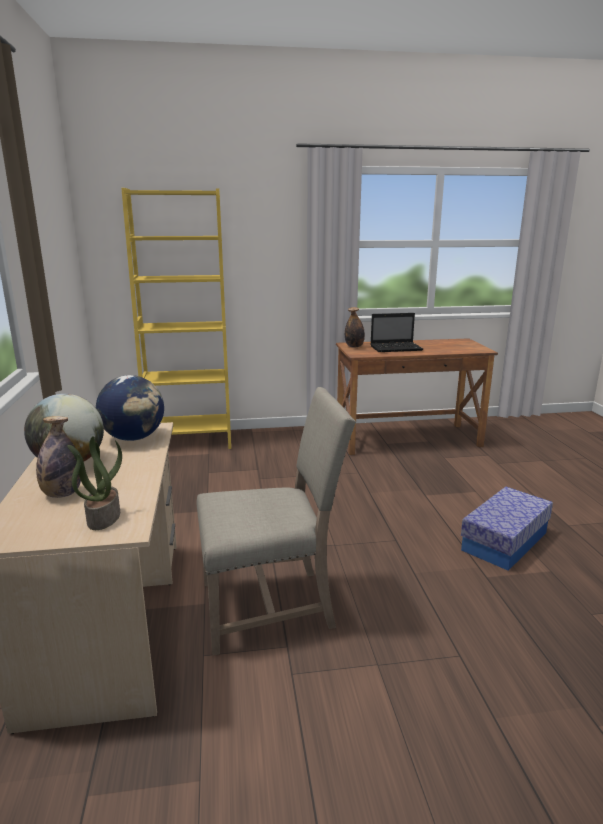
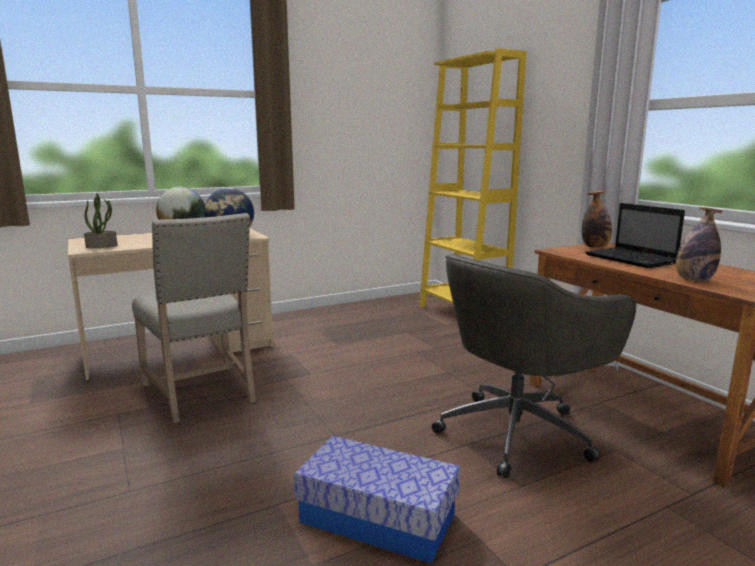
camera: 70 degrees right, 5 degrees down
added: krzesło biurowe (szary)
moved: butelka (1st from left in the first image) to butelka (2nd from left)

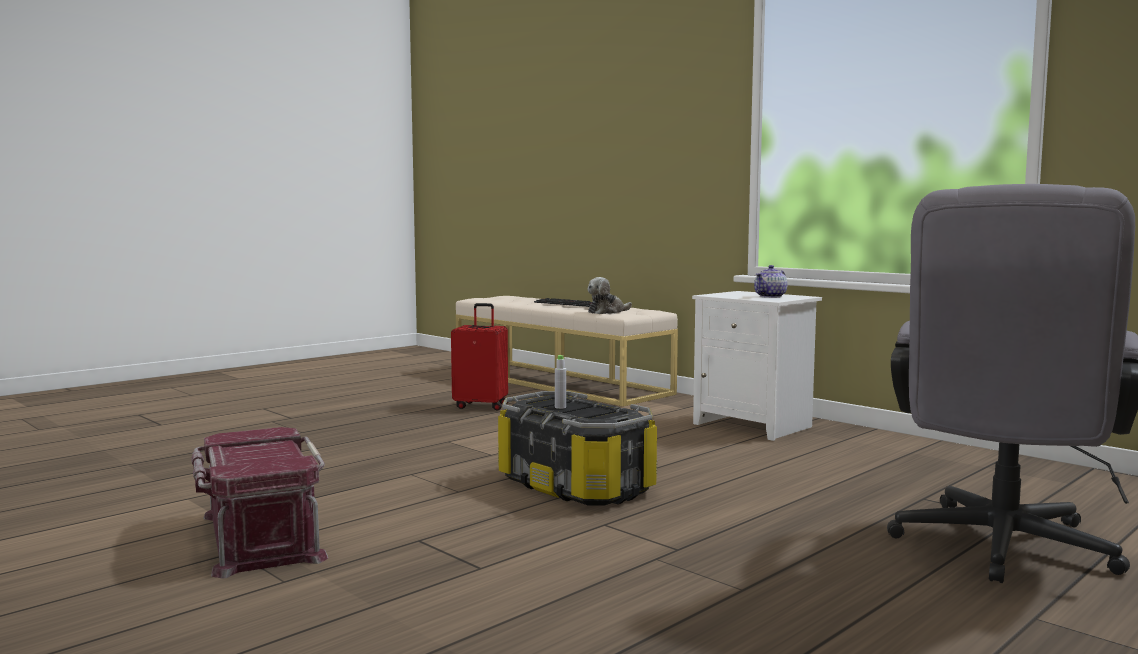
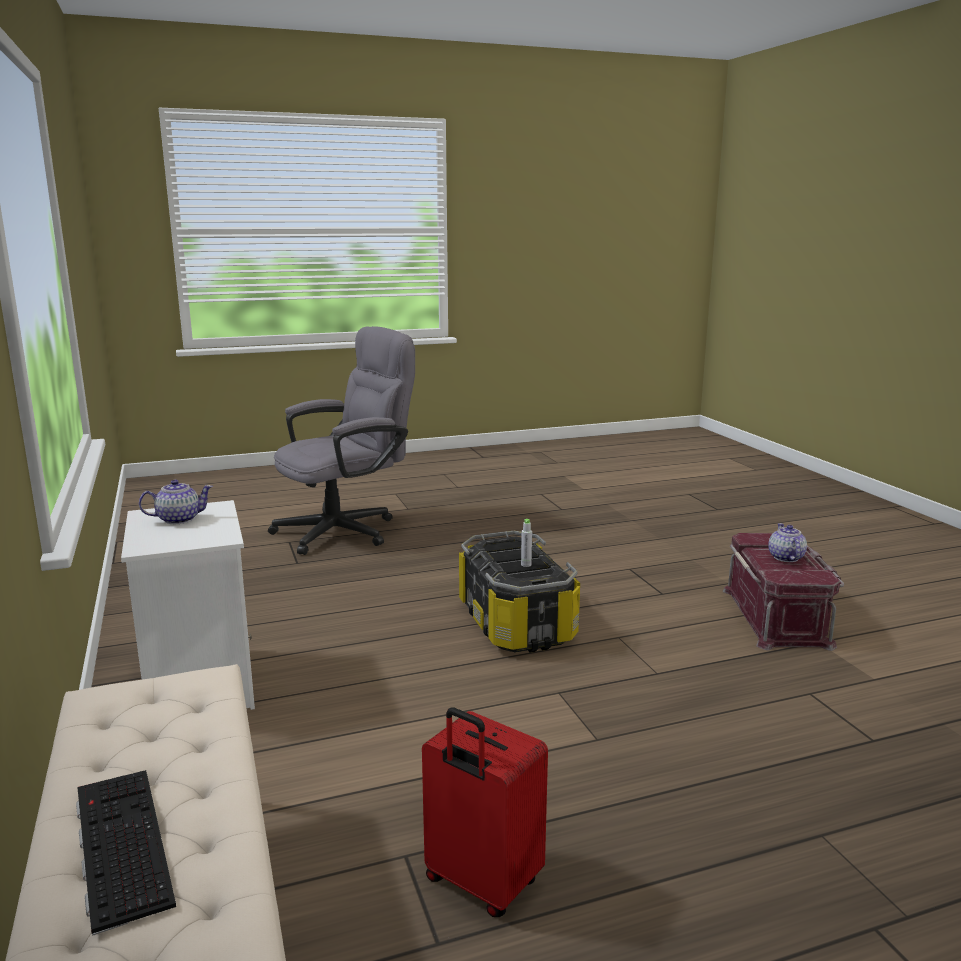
camera: 155 degrees left, 10 degrees up
removed: pluszak
added: imbryk (2nd from left)

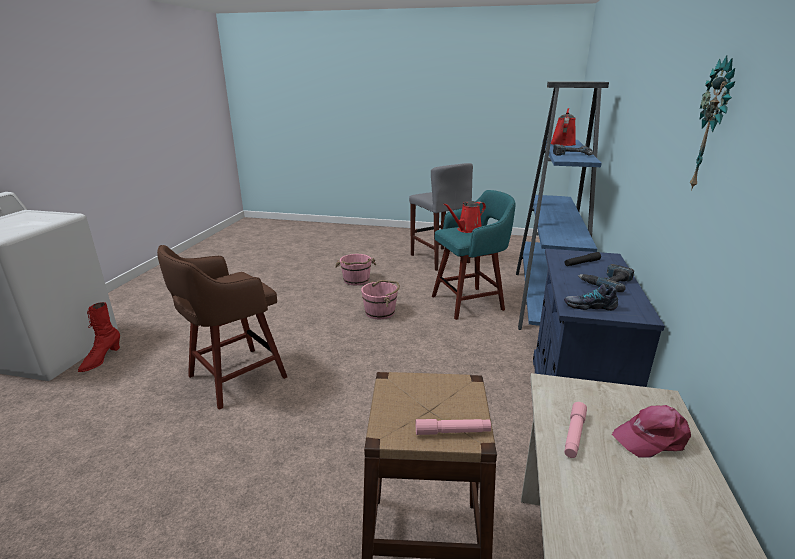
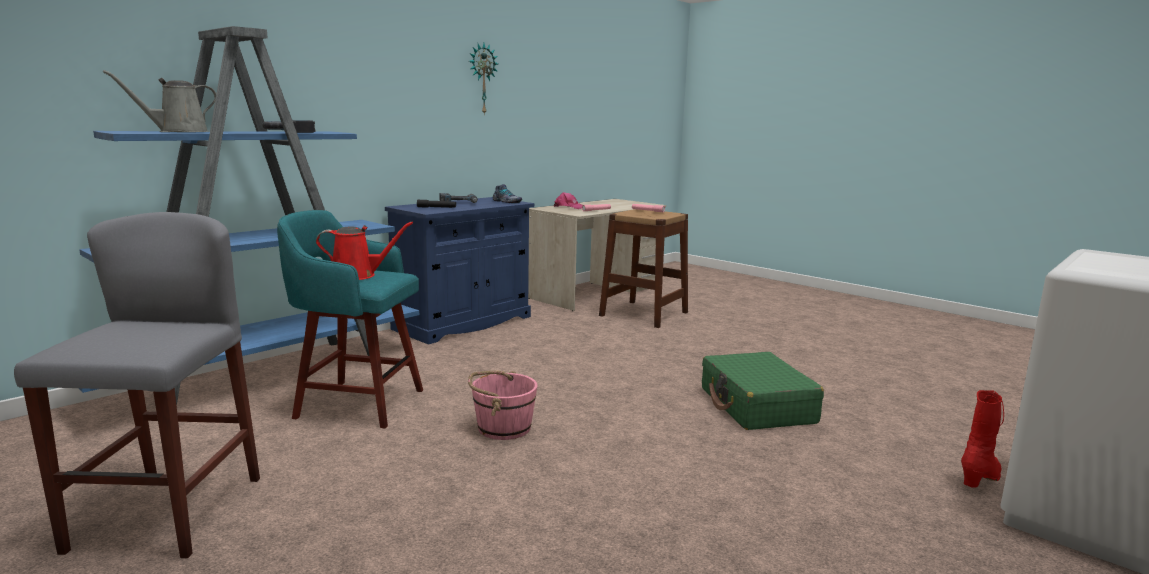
camera: 150 degrees left, 10 degrees down
removed: wiadro (różowy) (1st from left)
replaced: stołek (brązowy) (1st from left) to walizka (zielony)
recoloured: konewka (czerwony) (2nd from left) to konewka (szary)

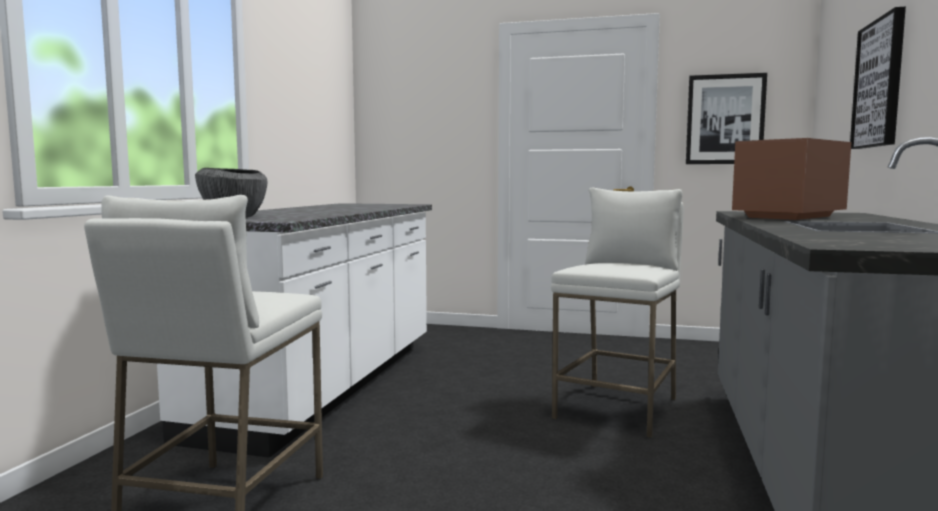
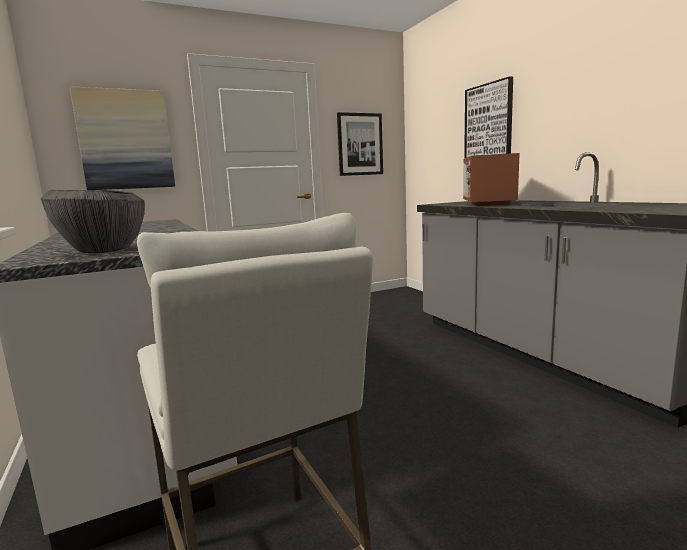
camera: 40 degrees left, 5 degrees up
removed: stołek (biały) (2nd from left)
added: obraz (1st from left)

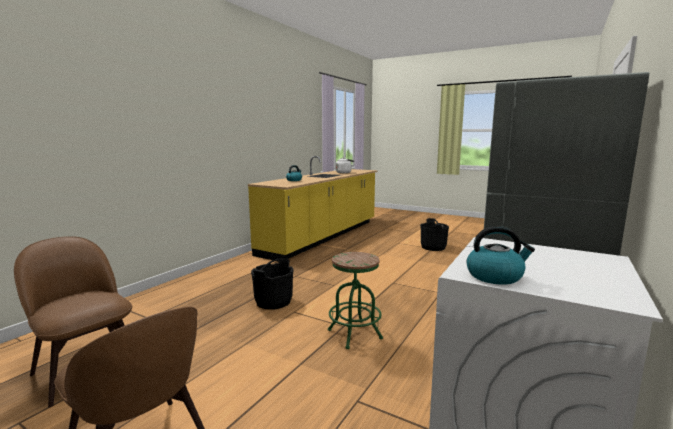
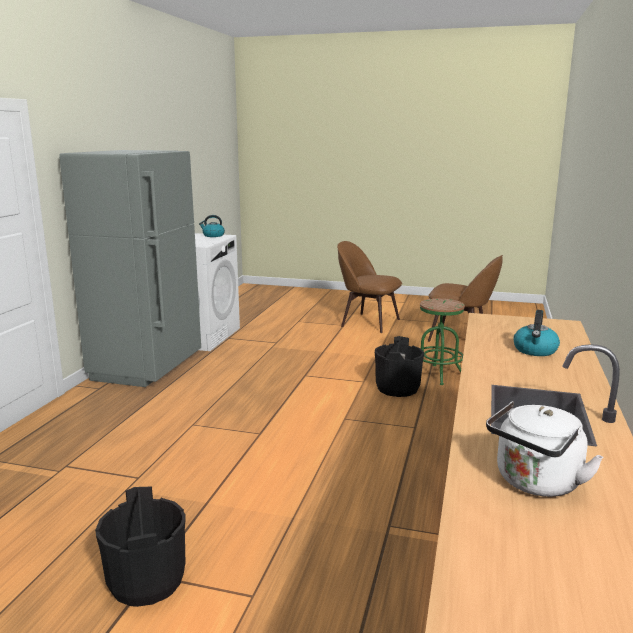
camera: 165 degrees right, 5 degrees up
moved: stołek (zielony)

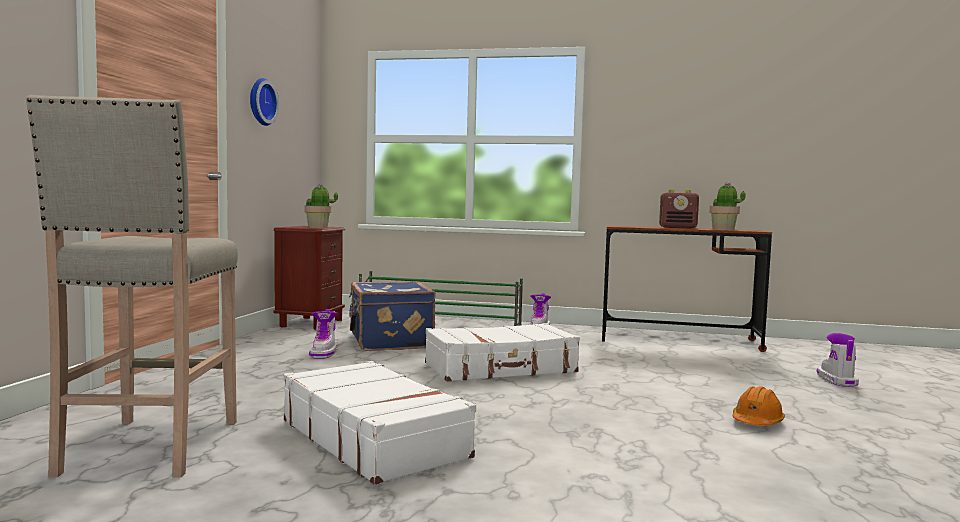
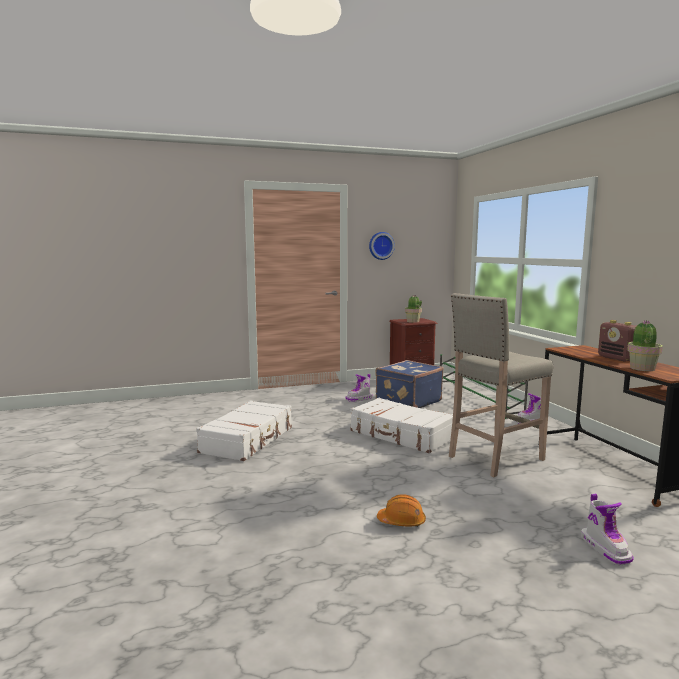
camera: 60 degrees right, 5 degrees up
moved: stołek (beżowy)
turned: but z cholewką (3rd from left) 105 degrees clockwise

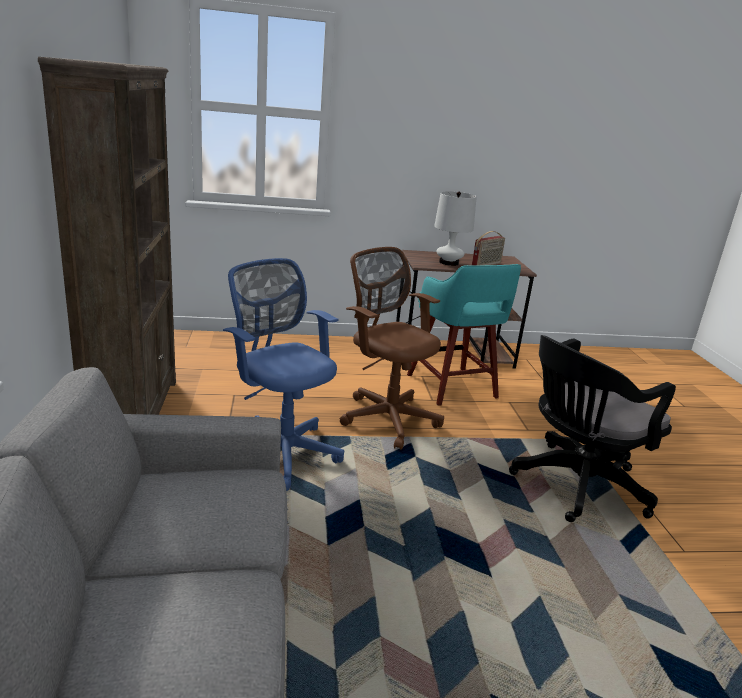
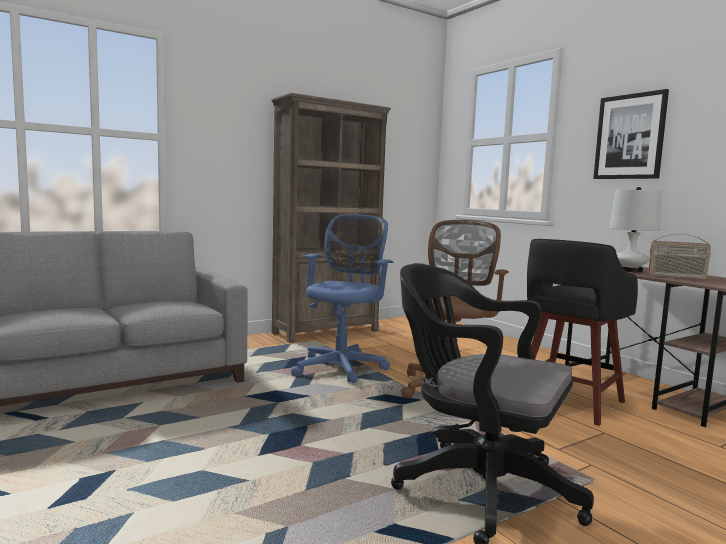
camera: 65 degrees right, 15 degrees down
added: obraz
recoloured: stołek (turkusowy) to stołek (czarny)

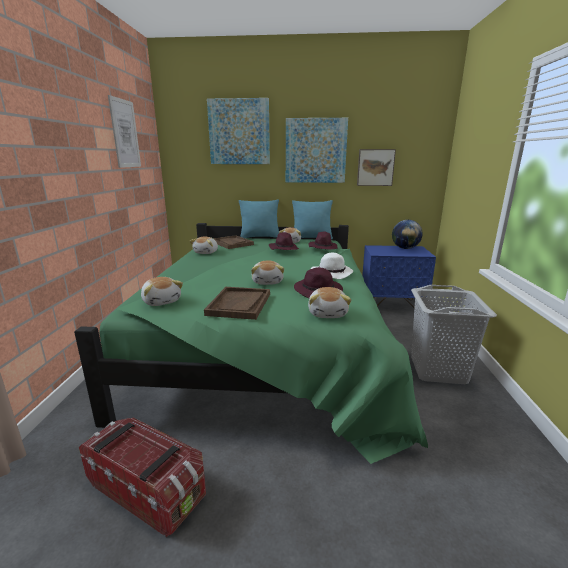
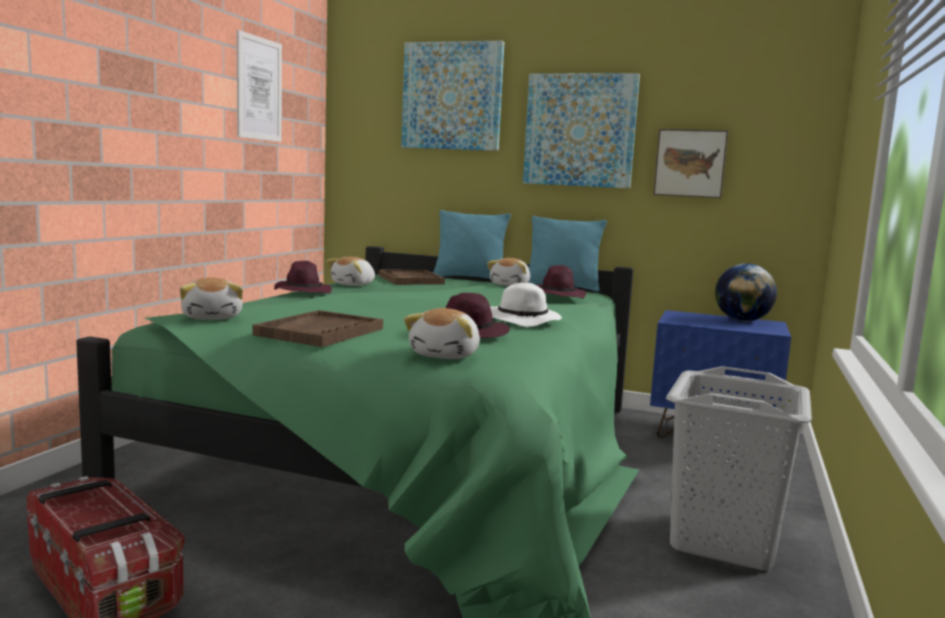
camera: 15 degrees right, 10 degrees down
removed: pluszak (3rd from left)
moved: kapelusz (fioletowy) (1st from left)

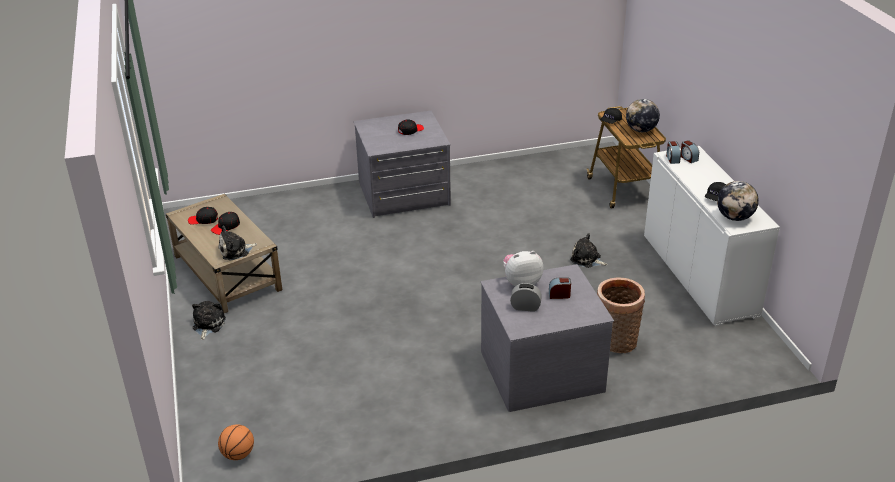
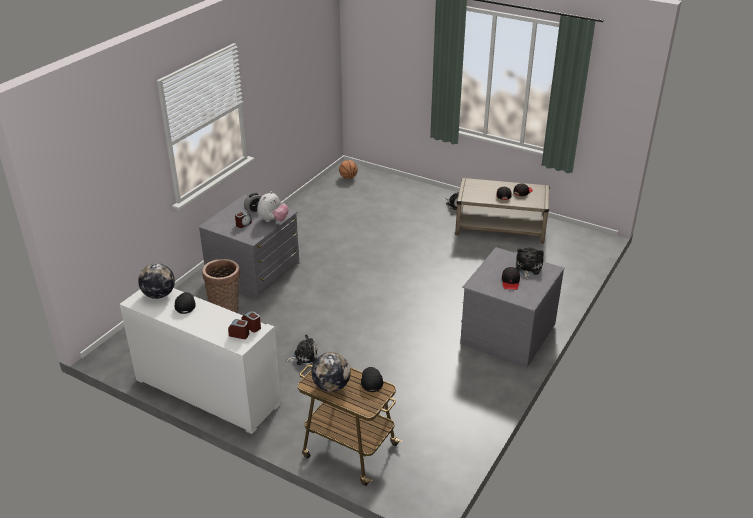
camera: 135 degrees right, 0 degrees up
moved: pluszak (2nd from left in the first image) to pluszak (4th from left)

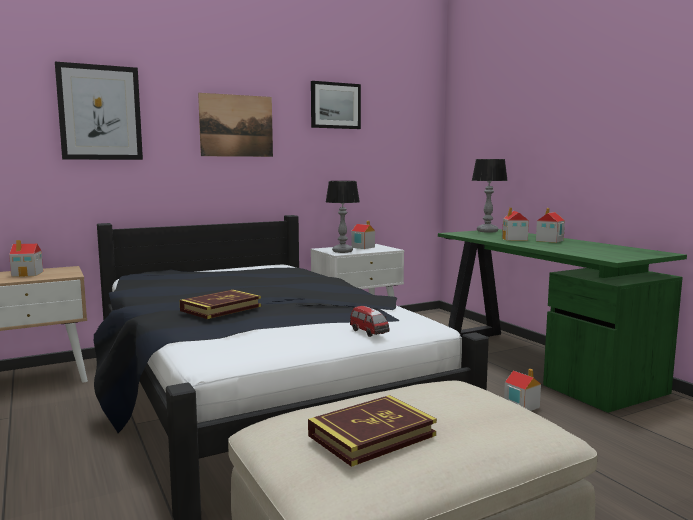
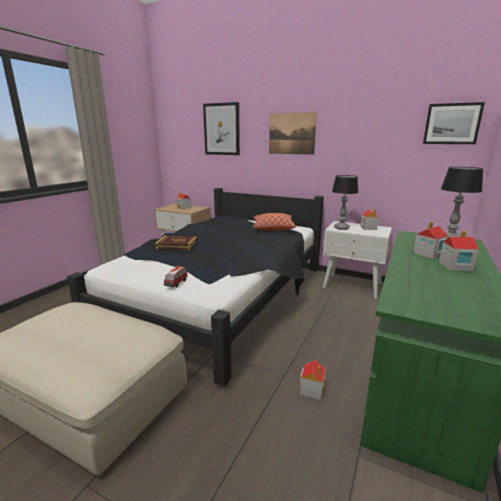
camera: 55 degrees right, 10 degrees up
removed: książka (2nd from left)
added: poduszka
moved: obraz (3rd from left)

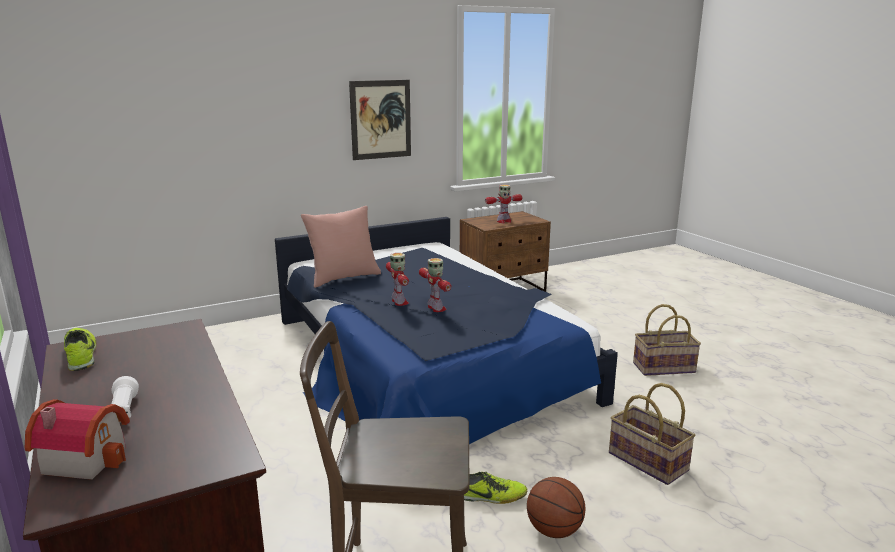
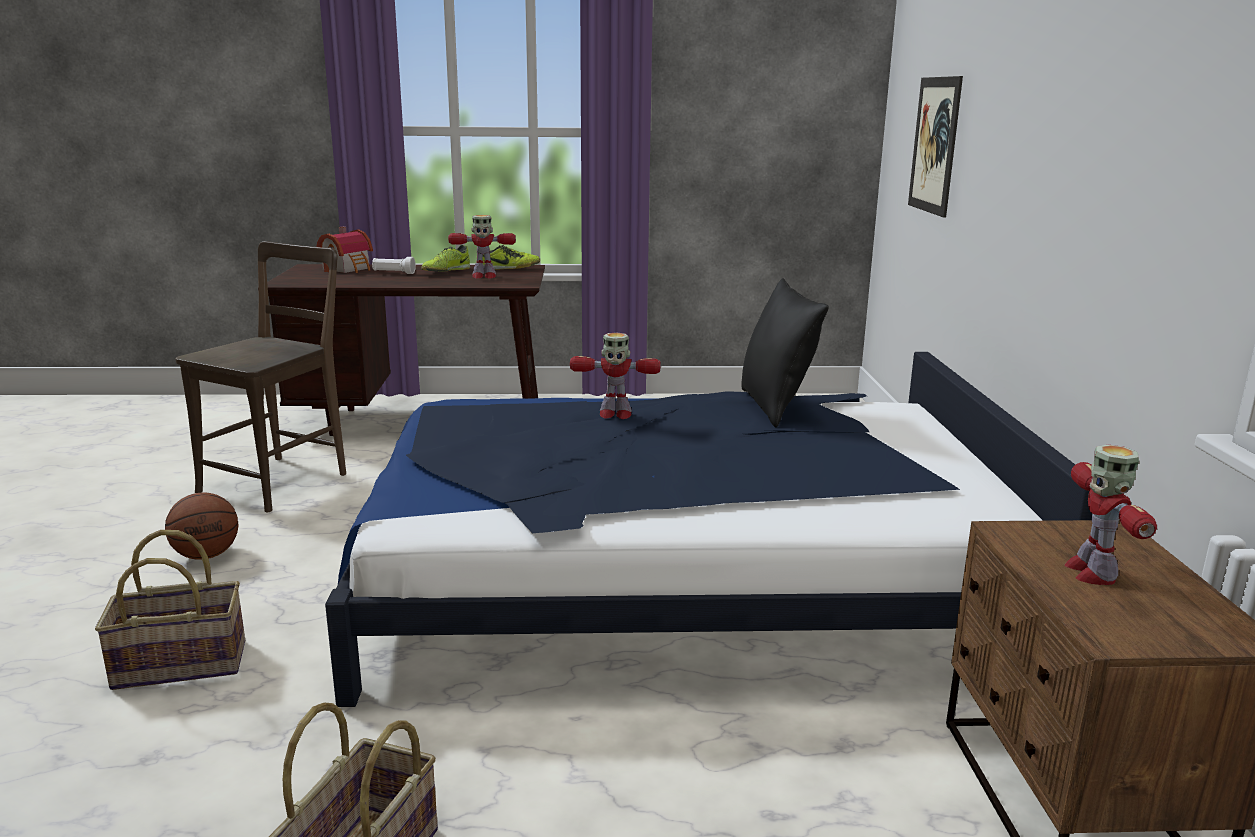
camera: 115 degrees right, 0 degrees up
moved: but (2nd from left in the first image) to but (1st from left); robot zabawkowy (2nd from left in the first image) to robot zabawkowy (1st from left); obraz
recoloured: poduszka (różowy) to poduszka (czarny)

